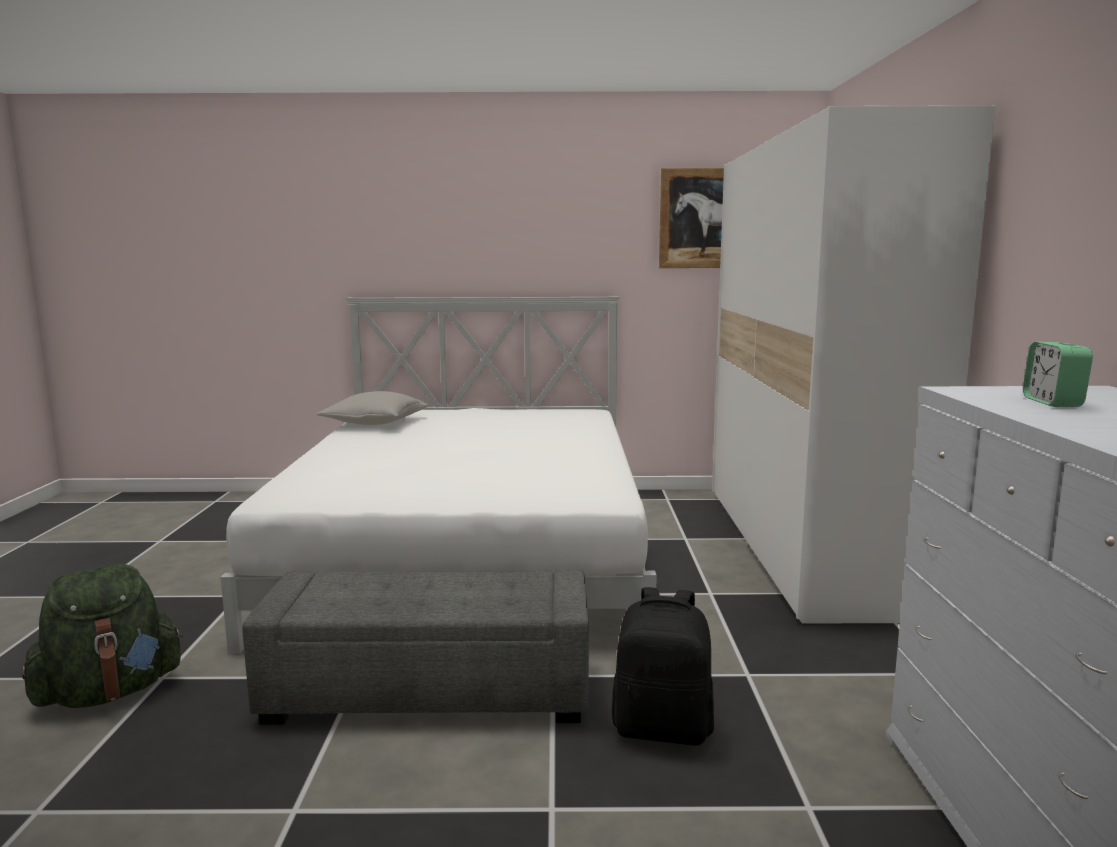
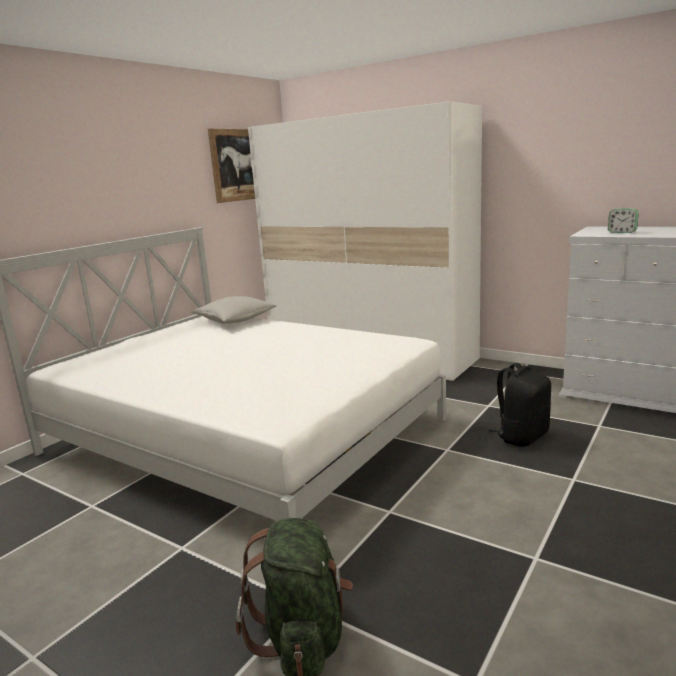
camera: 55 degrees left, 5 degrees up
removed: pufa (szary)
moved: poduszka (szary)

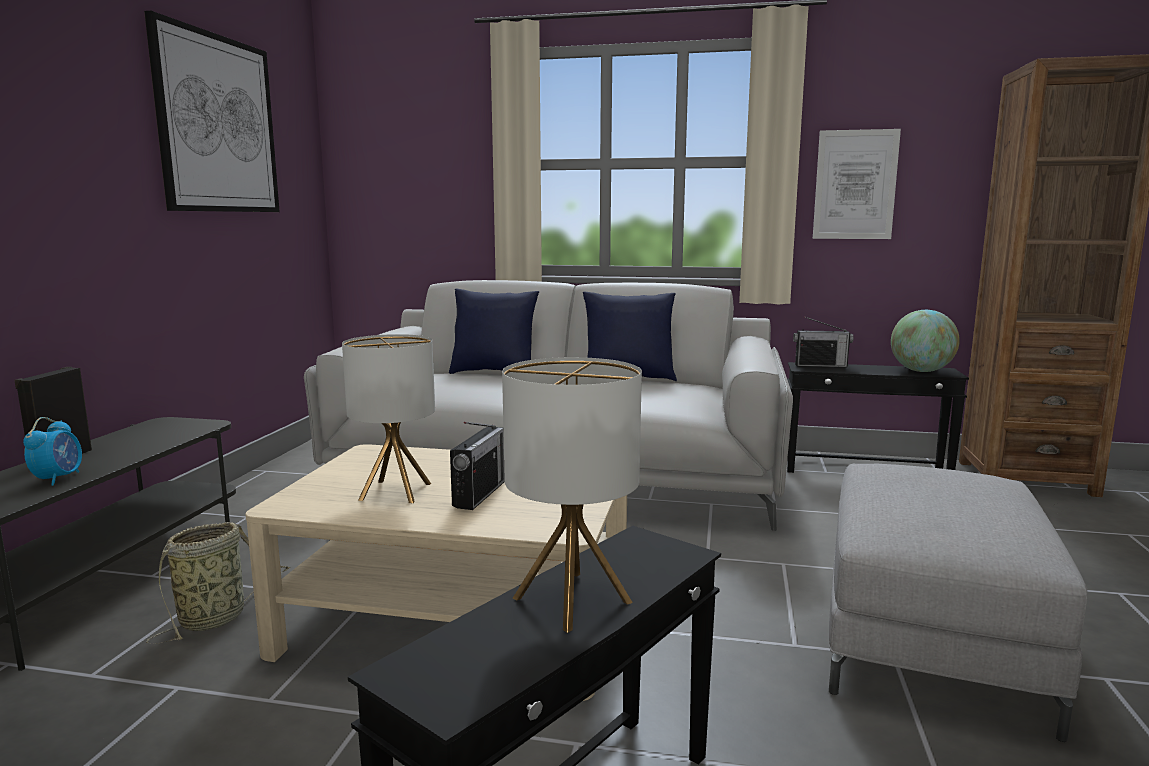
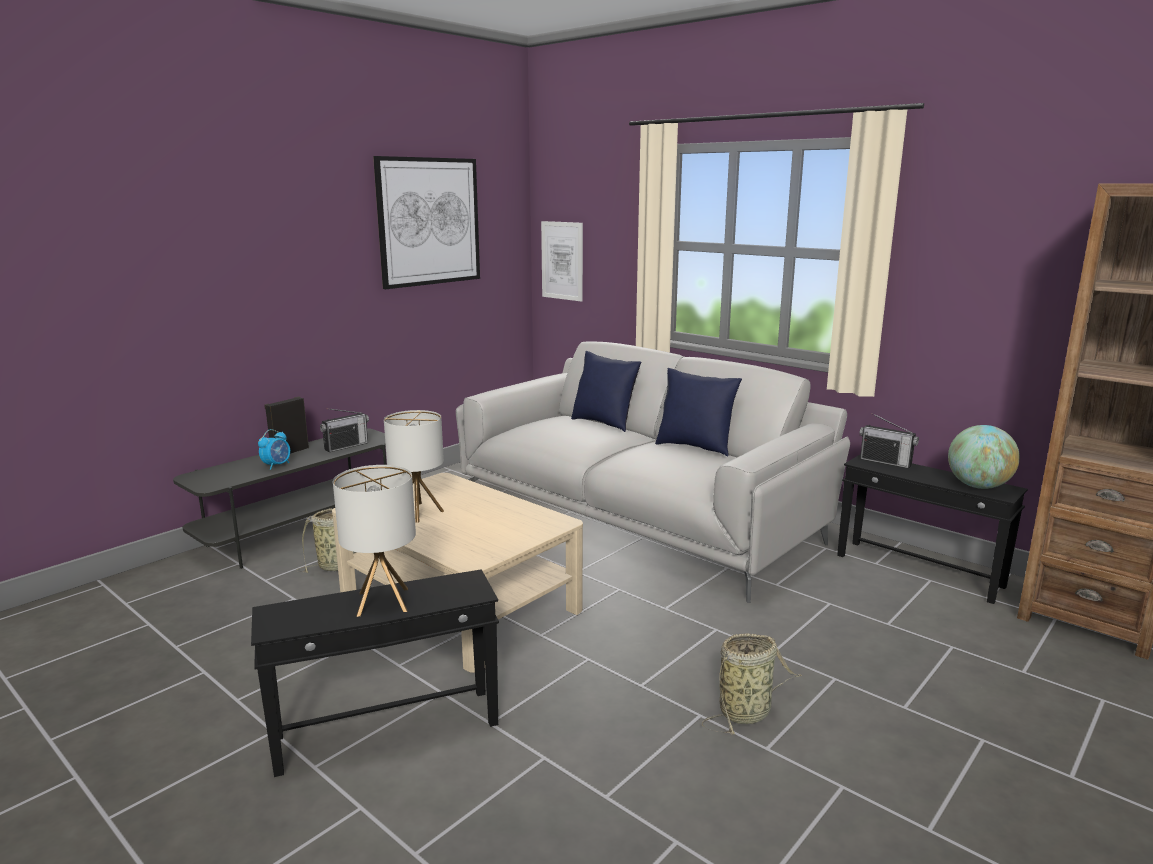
camera: 30 degrees right, 5 degrees up
moved: radio (1st from left); obraz (2nd from left)
replaced: pufa (szary) to koszyk (2nd from left)

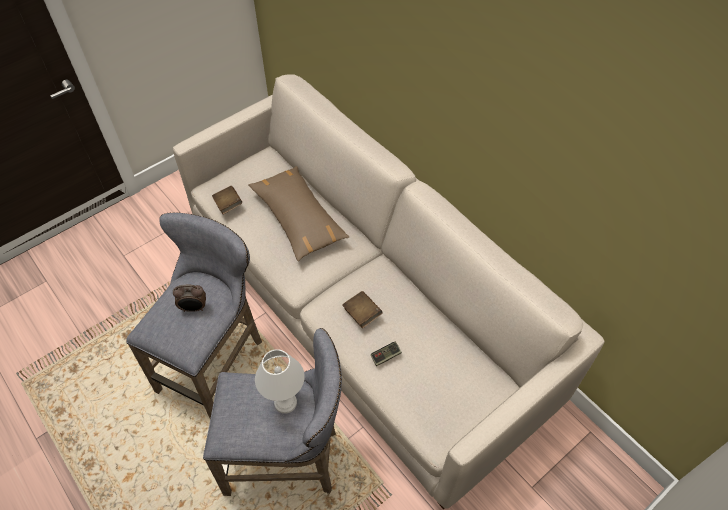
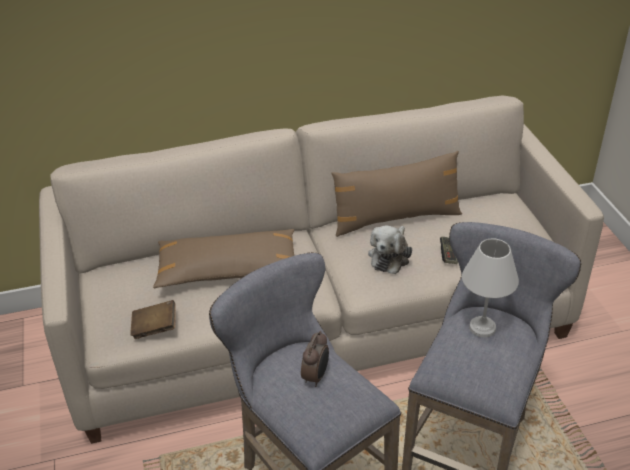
camera: 65 degrees left, 15 degrees down
added: poduszka (brązowy) (2nd from left)
replaced: książka (brązowy) (2nd from left) to pluszak

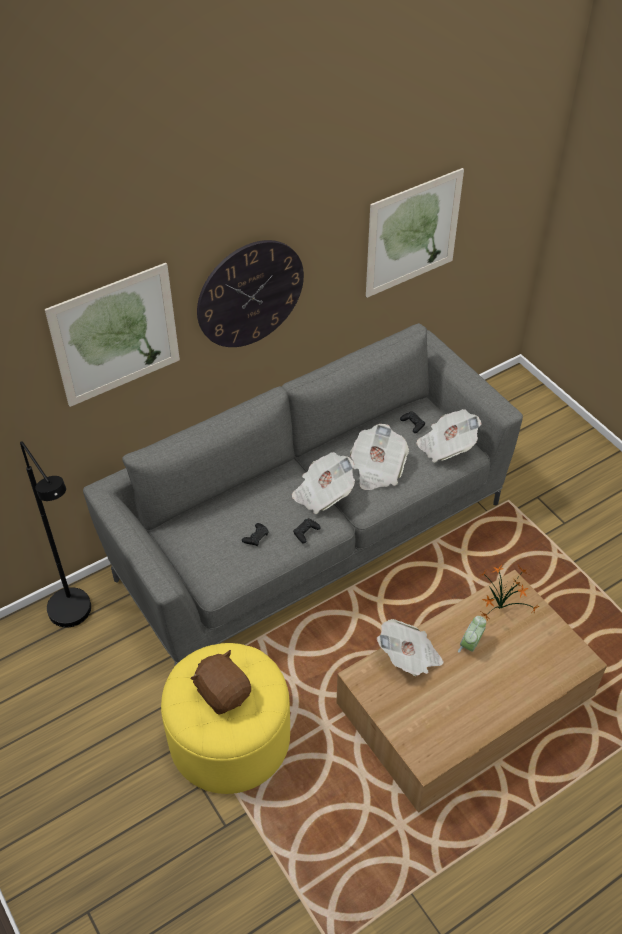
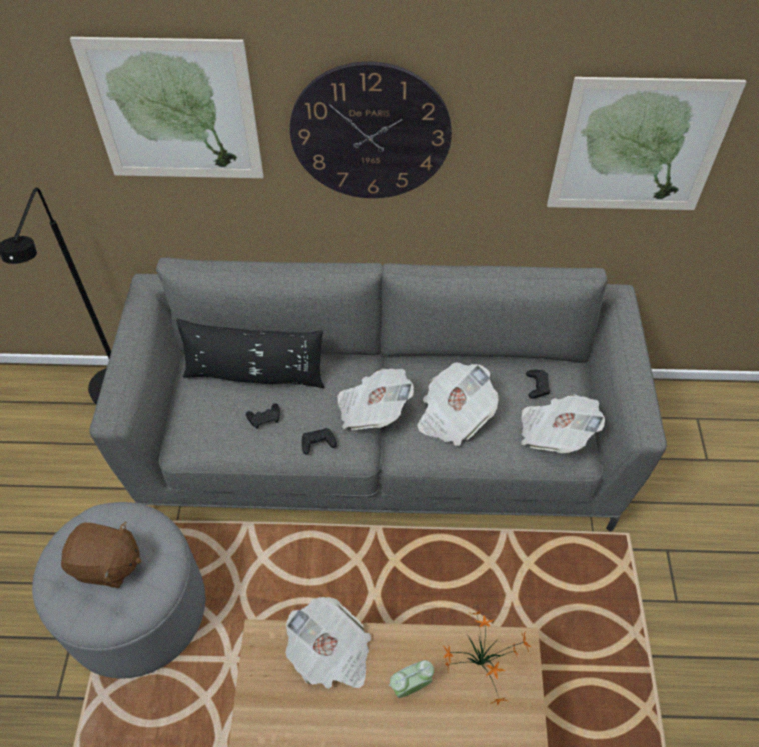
camera: 35 degrees right, 5 degrees up
added: poduszka (czarny)
recoloured: pufa (żółty) to pufa (szary)
turned: pluszak (brązowy) 105 degrees clockwise

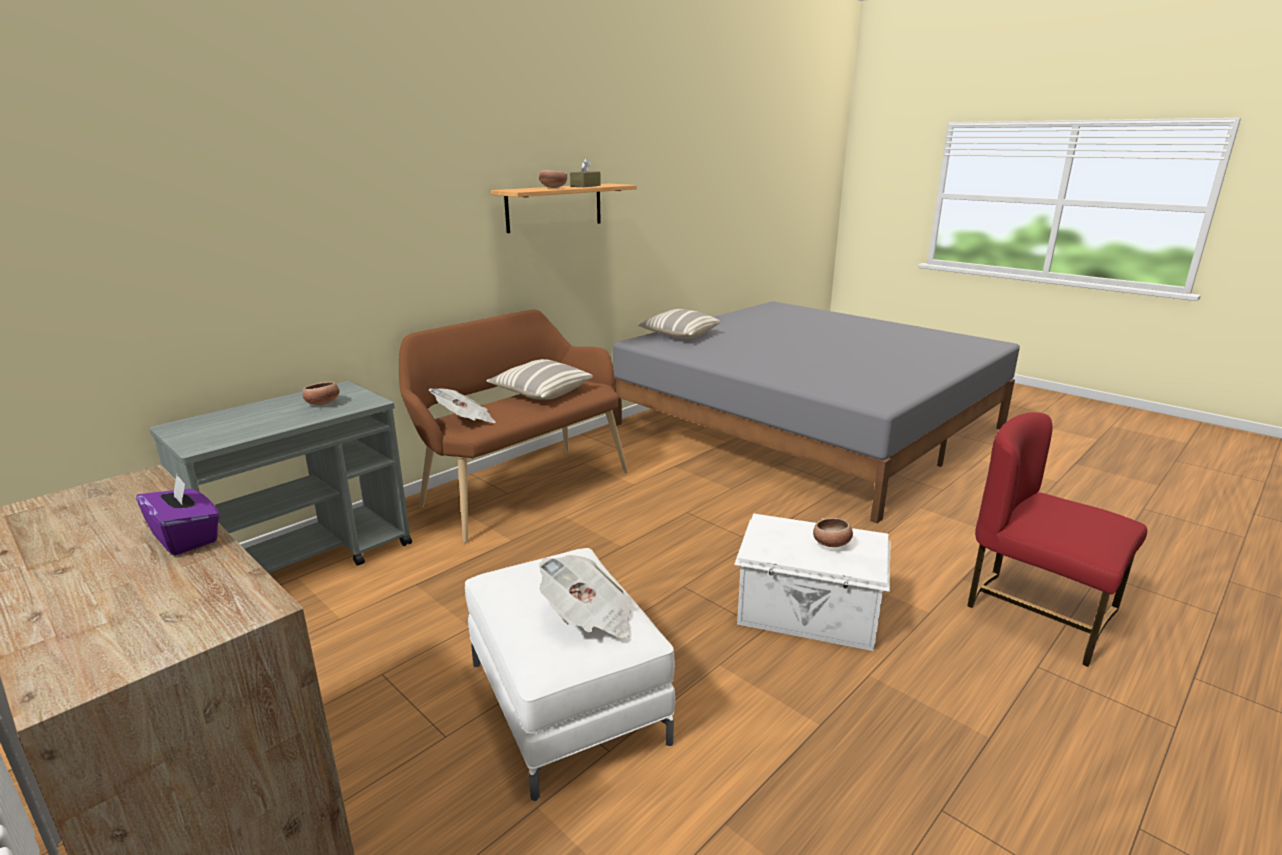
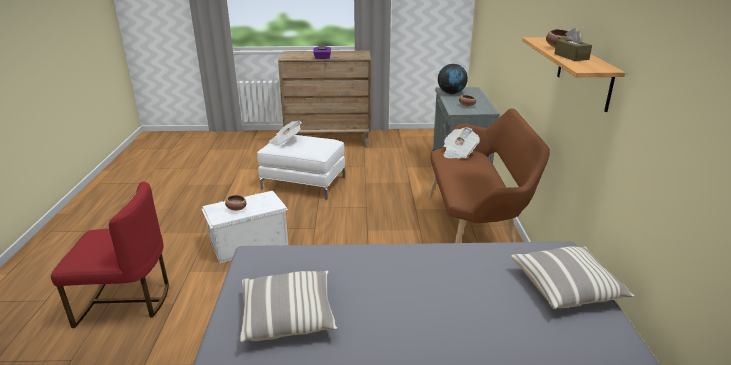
camera: 135 degrees right, 5 degrees up
added: globus
moved: poduszka (1st from left)

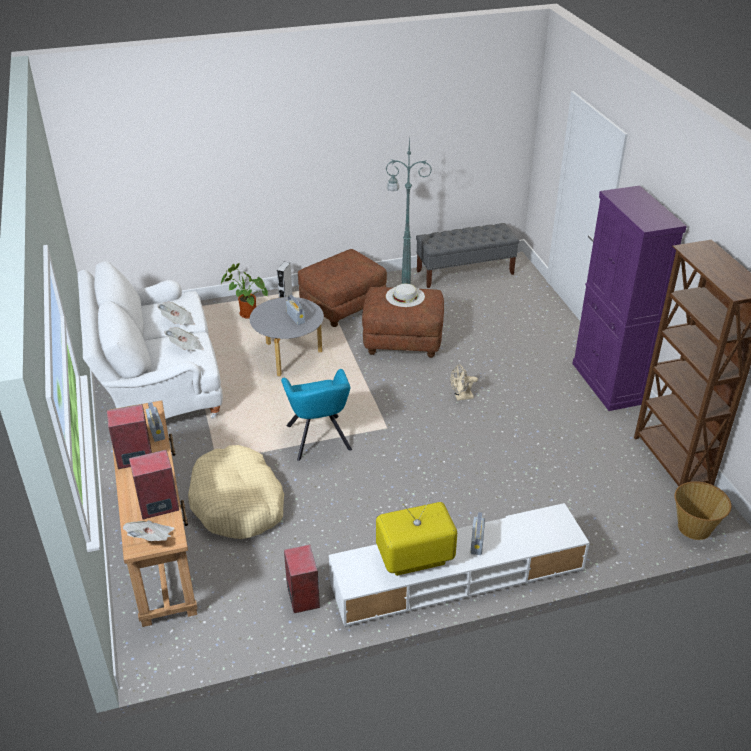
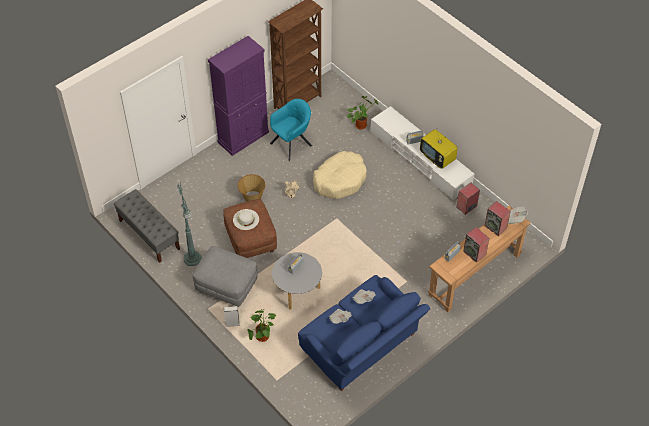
camera: 115 degrees left, 15 degrees up
added: roślina doniczkowa (2nd from left)
moved: koszyk; fotel (turkusowy); legowisko (beżowy)
recoloured: pufa (brązowy) (1st from left) to pufa (szary); kanapa (biały) to kanapa (niebieski)

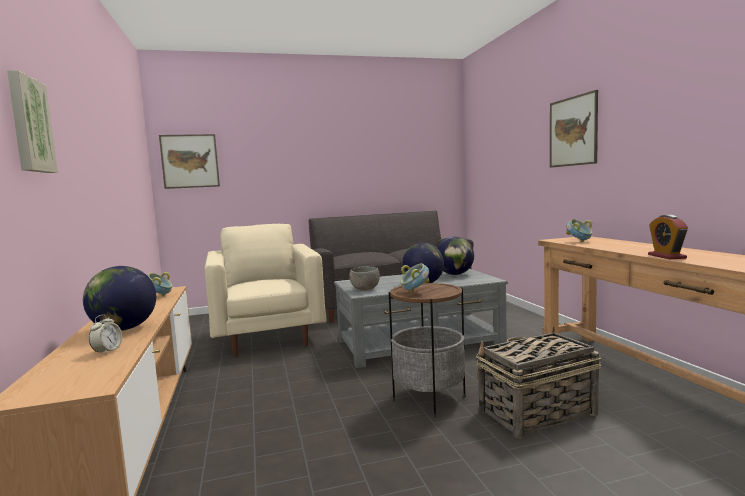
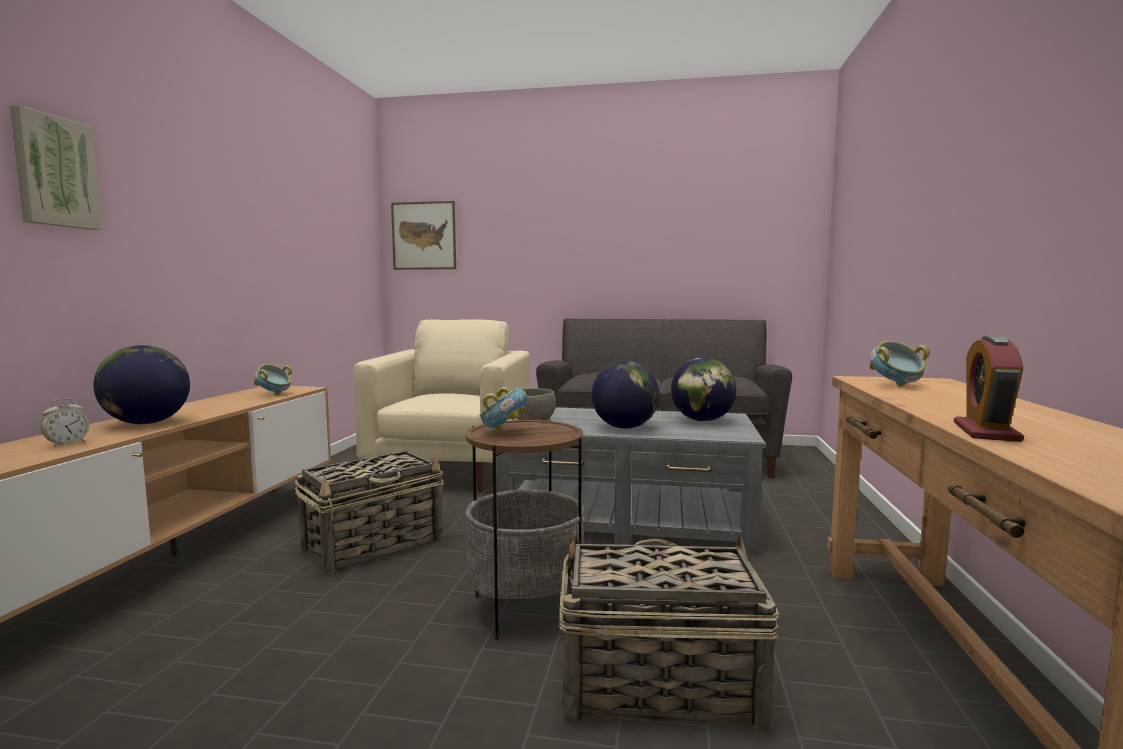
camera: 25 degrees right, 0 degrees up
removed: obraz (3rd from left)
added: koszyk (1st from left)

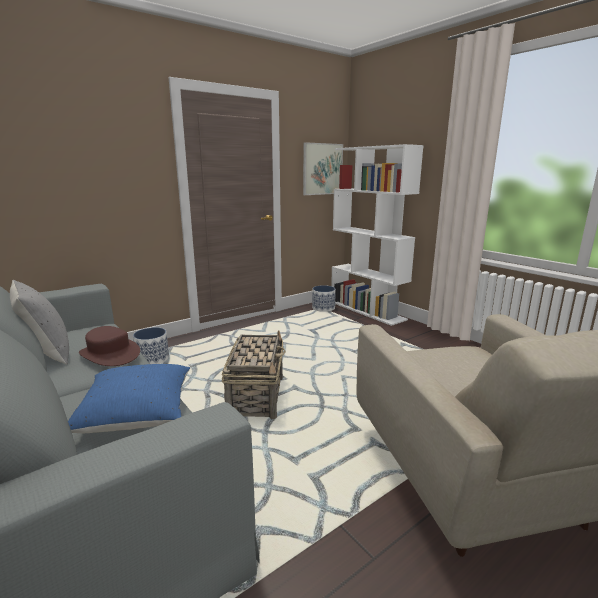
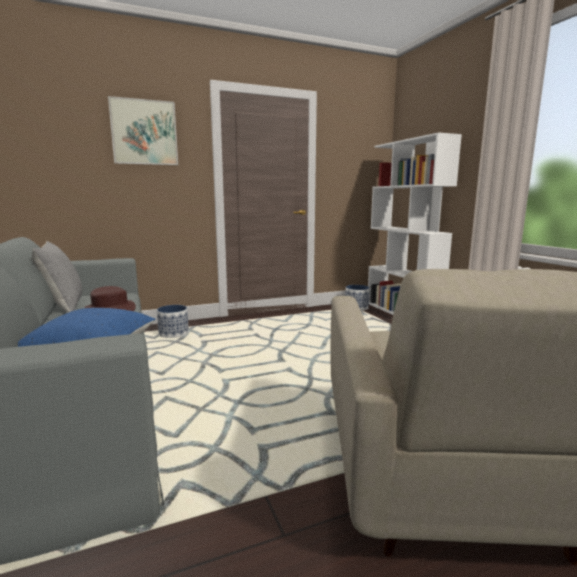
camera: 15 degrees right, 5 degrees down
removed: koszyk
moved: obraz

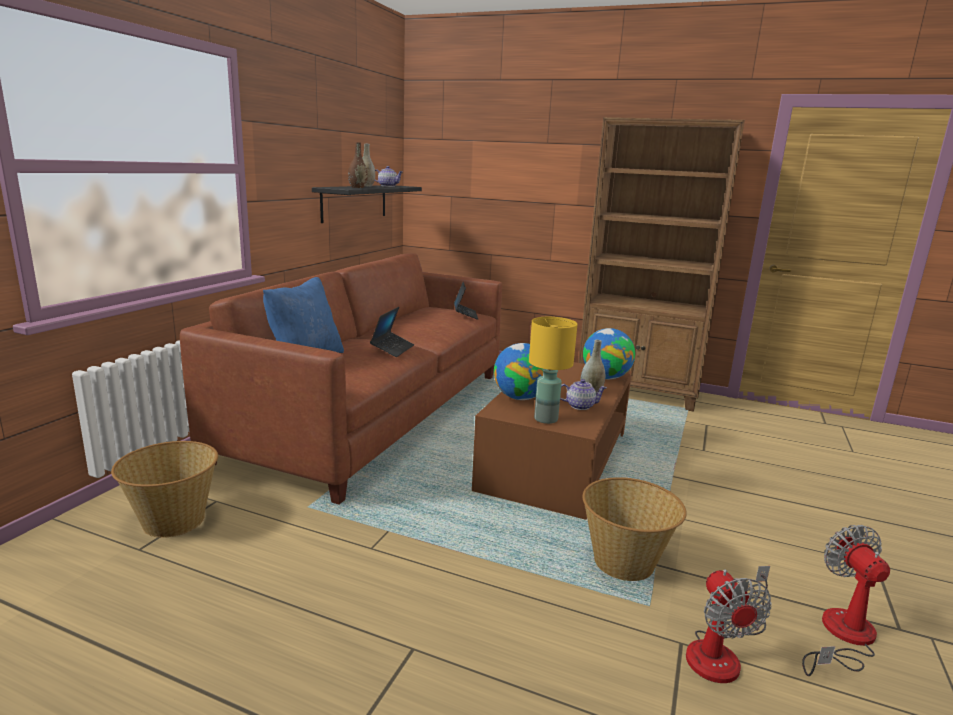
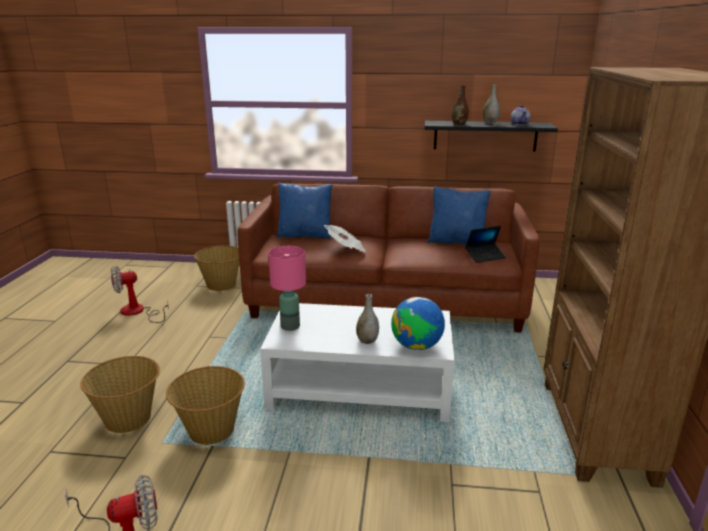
camera: 75 degrees right, 5 degrees up
removed: globus (1st from left); imbryk (2nd from left)
added: koszyk (1st from left); poduszka (niebieski) (2nd from left)
moved: wentylator (1st from left in the first image) to wentylator (2nd from left)
replaced: laptop (1st from left) to gazeta
recoloured: ława (brązowy) to ława (biały); lampa stołowa (żółty) to lampa stołowa (różowy)

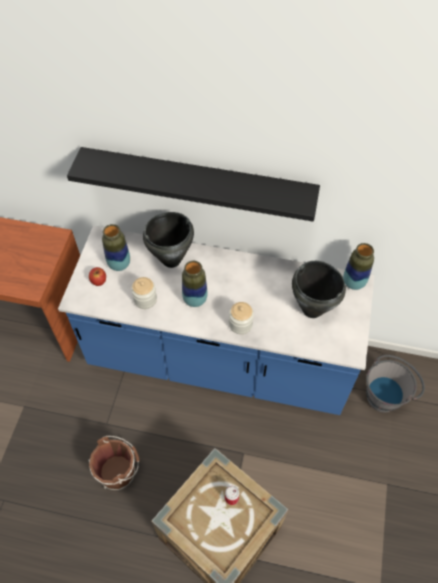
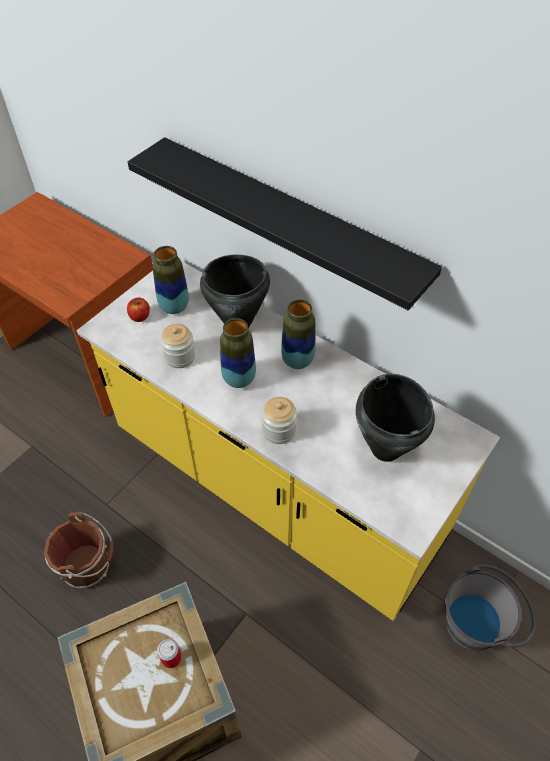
camera: 25 degrees right, 5 degrees down
moved: wazon (3rd from left)
recoloured: zabudowa kuchenna (niebieski) to zabudowa kuchenna (żółty)

